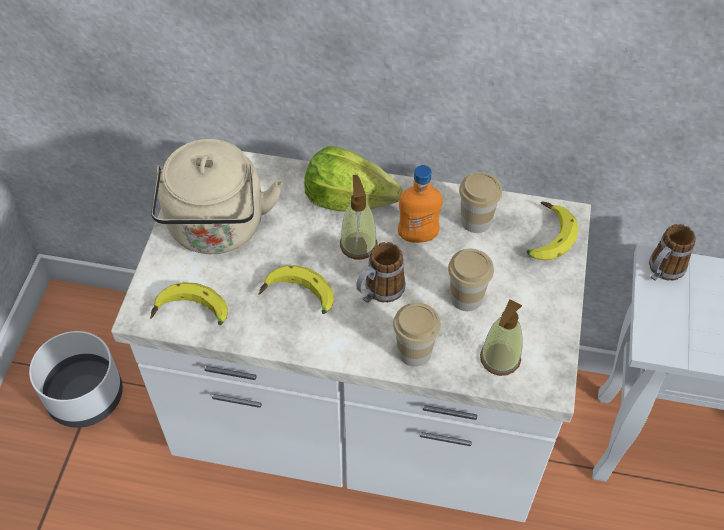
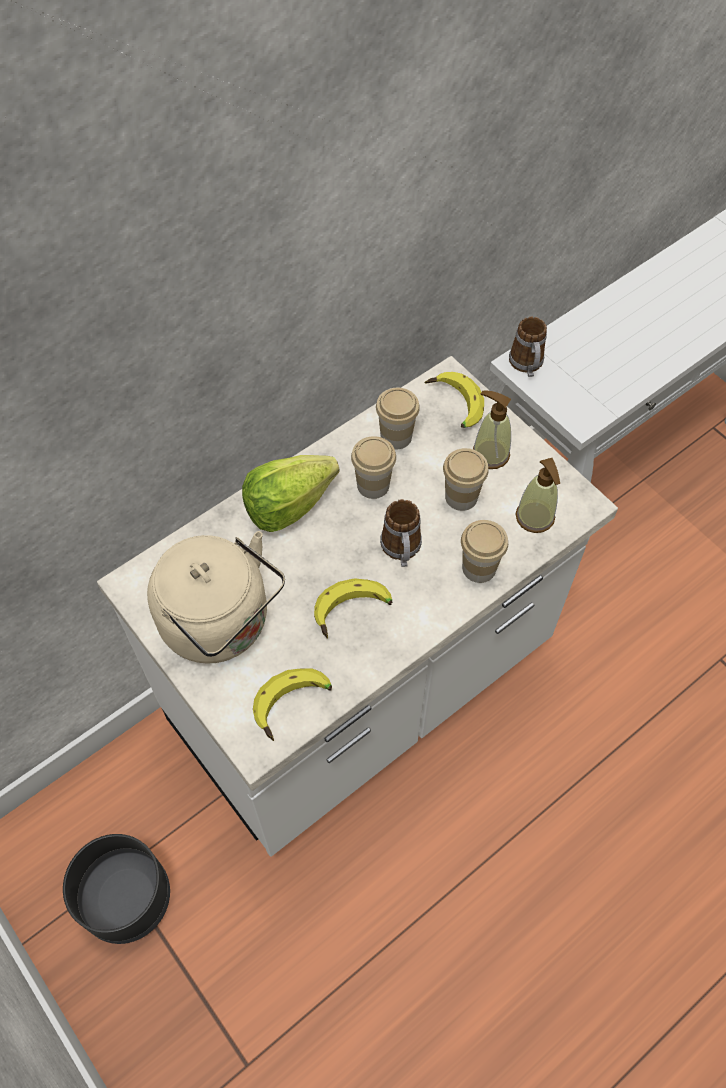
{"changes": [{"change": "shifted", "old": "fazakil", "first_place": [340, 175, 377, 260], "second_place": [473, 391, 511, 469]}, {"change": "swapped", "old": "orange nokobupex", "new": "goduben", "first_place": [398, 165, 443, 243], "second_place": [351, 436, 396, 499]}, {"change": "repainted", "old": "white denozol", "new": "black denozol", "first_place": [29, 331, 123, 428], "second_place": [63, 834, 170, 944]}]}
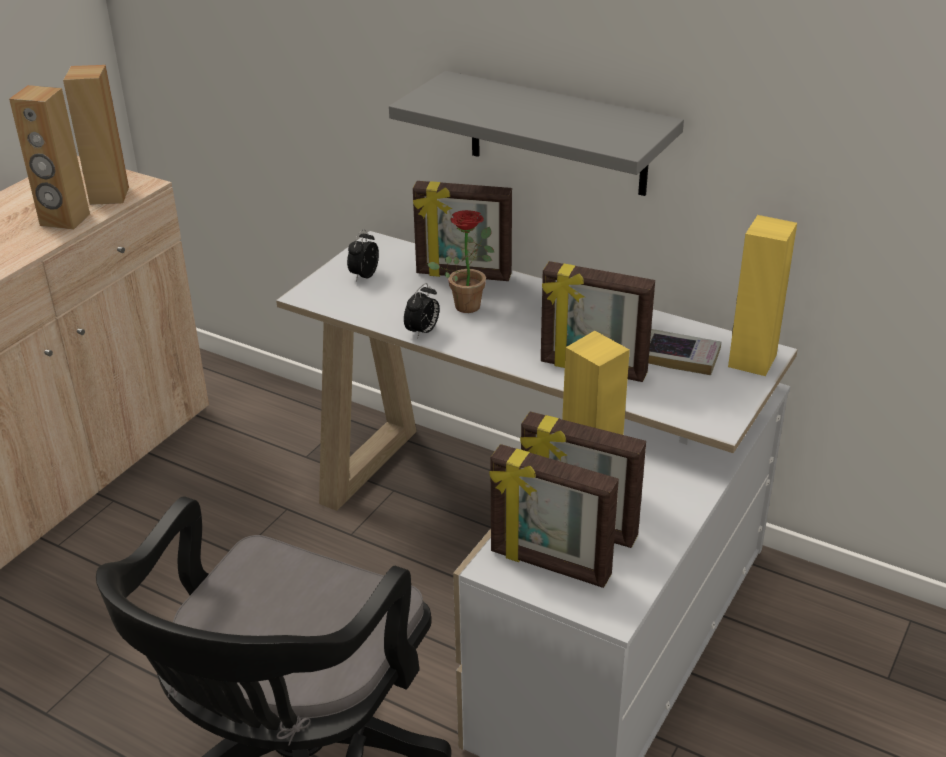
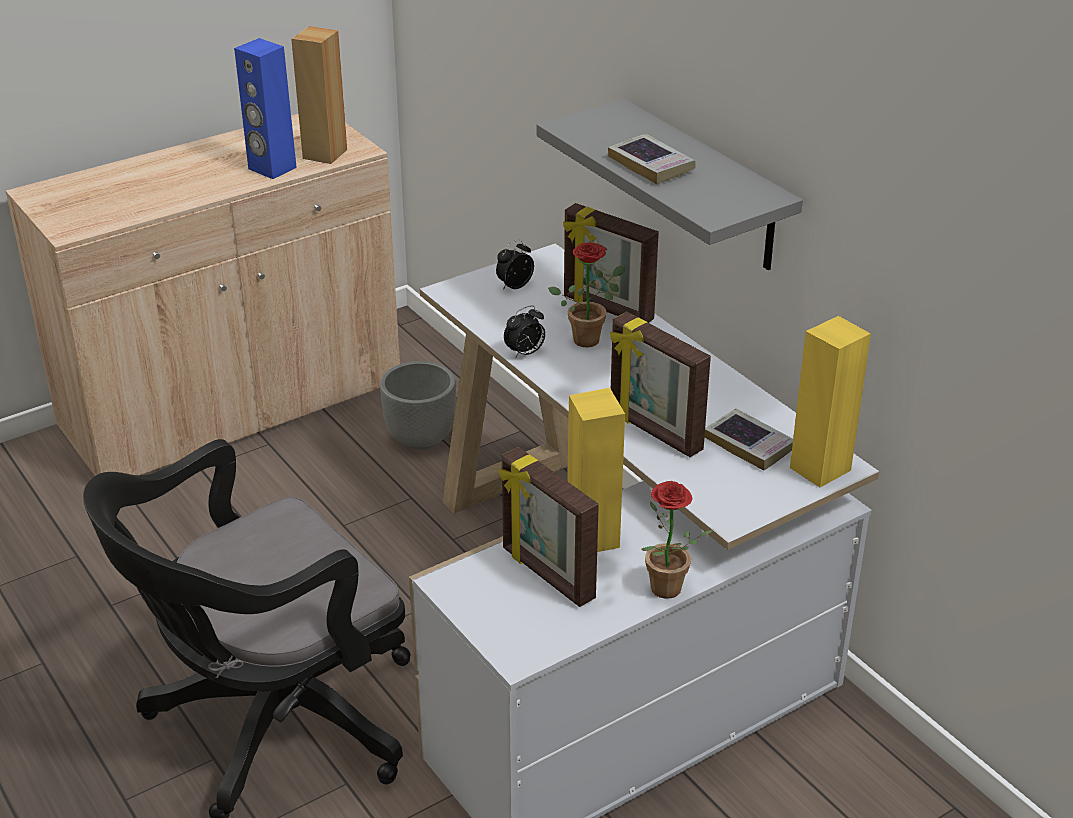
{"changes": [{"change": "gone", "old": "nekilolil", "first_place": [489, 444, 619, 588]}, {"change": "new", "new": "grey denozol", "second_place": [380, 361, 456, 450]}, {"change": "new", "new": "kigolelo", "second_place": [608, 134, 696, 184]}, {"change": "new", "new": "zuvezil", "second_place": [641, 481, 713, 599]}, {"change": "repainted", "old": "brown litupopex", "new": "blue litupopex", "first_place": [9, 85, 90, 230], "second_place": [234, 38, 297, 179]}]}
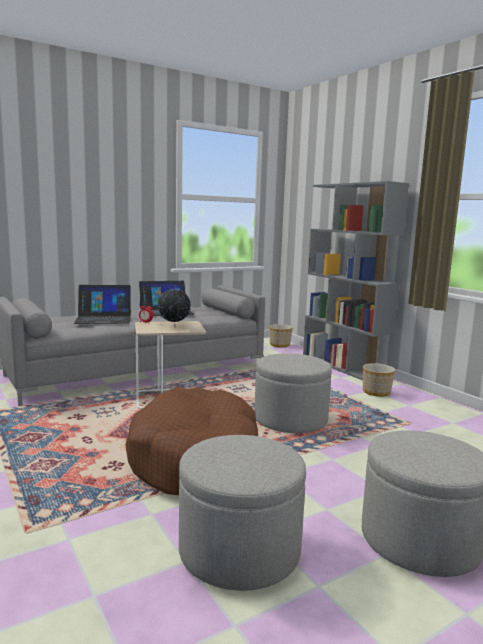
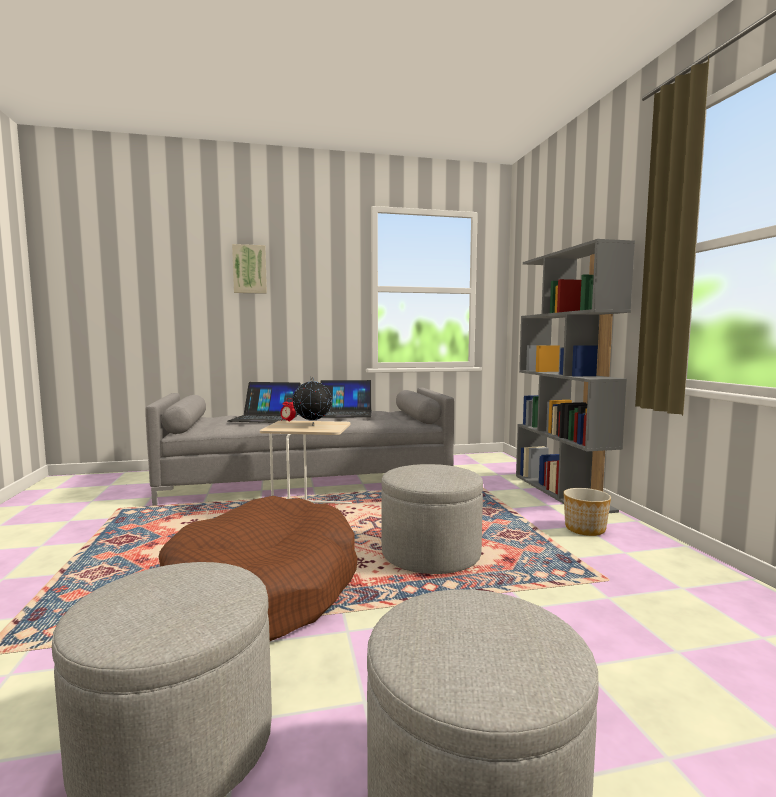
{"changes": [{"change": "gone", "old": "denozol", "first_place": [269, 324, 293, 348]}, {"change": "new", "new": "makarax", "second_place": [232, 244, 267, 294]}]}
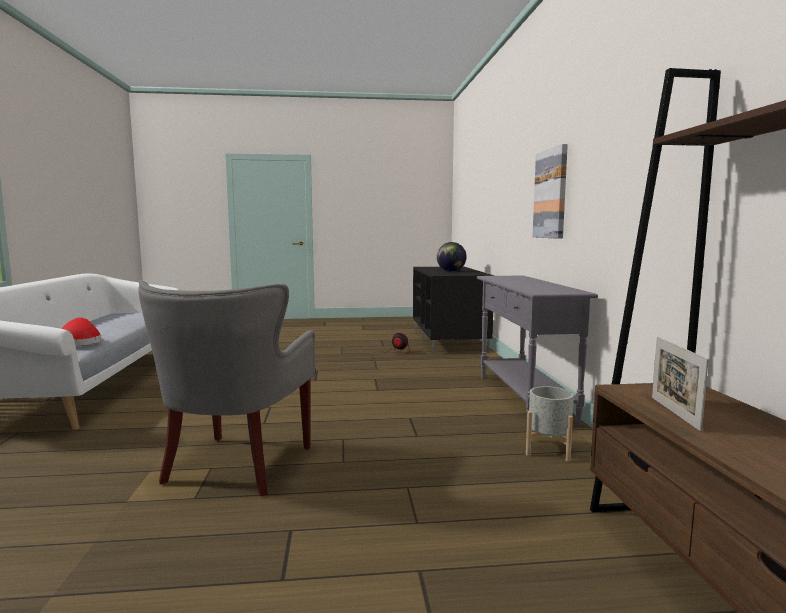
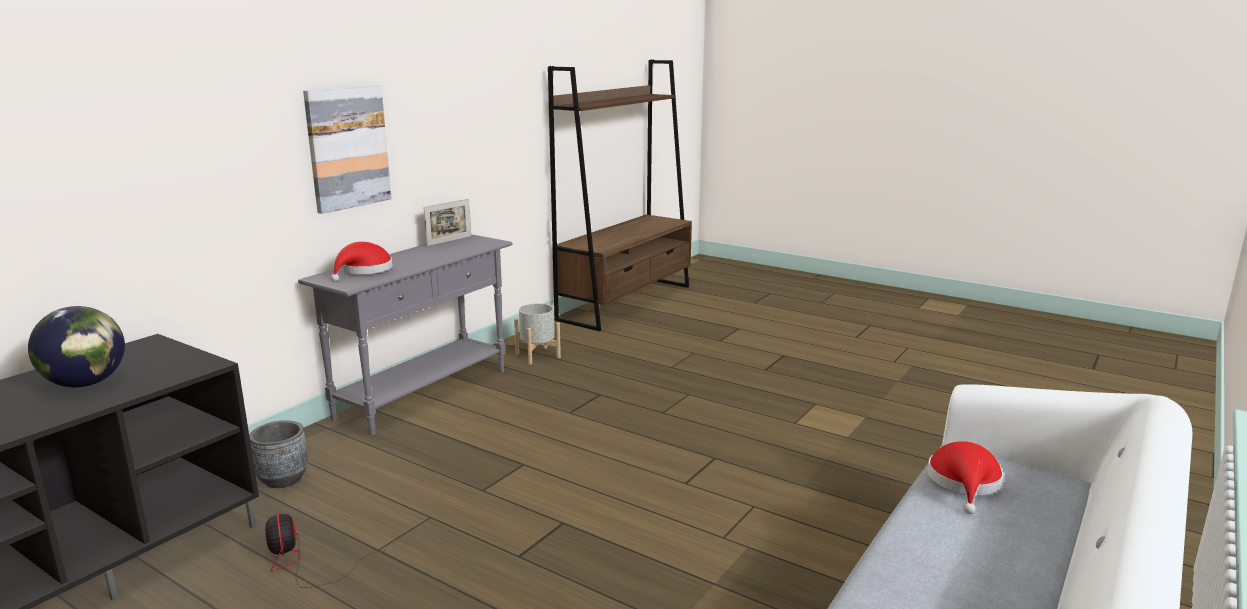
{"changes": [{"change": "gone", "old": "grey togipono", "first_place": [138, 280, 315, 496]}, {"change": "new", "new": "grey denozol", "second_place": [249, 420, 308, 488]}, {"change": "new", "new": "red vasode", "second_place": [331, 242, 393, 282]}, {"change": "shifted", "old": "nekilolil", "first_place": [652, 337, 709, 431], "second_place": [424, 199, 471, 246]}]}
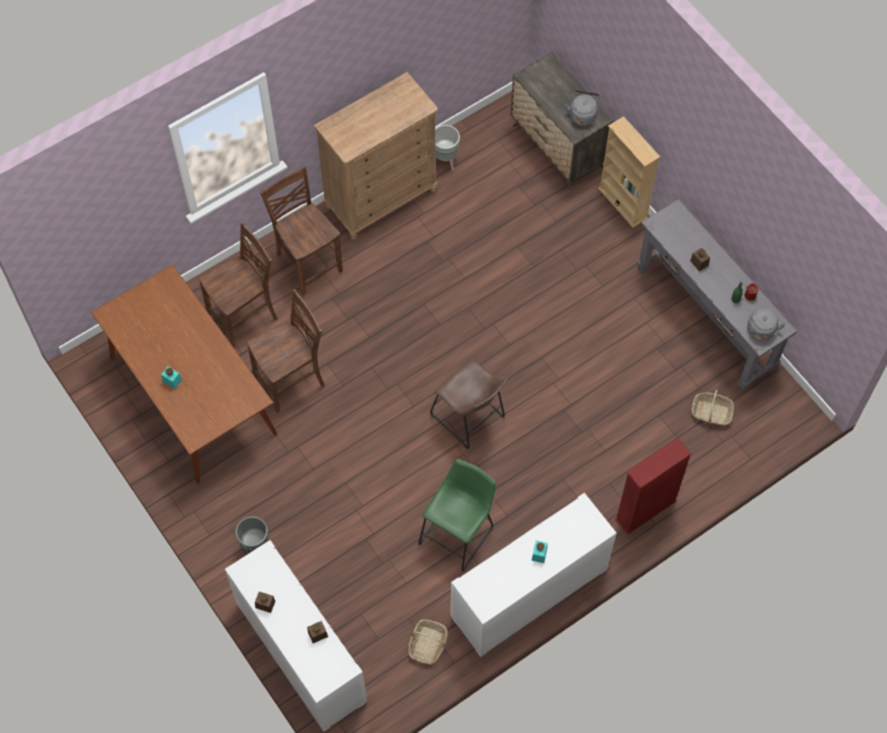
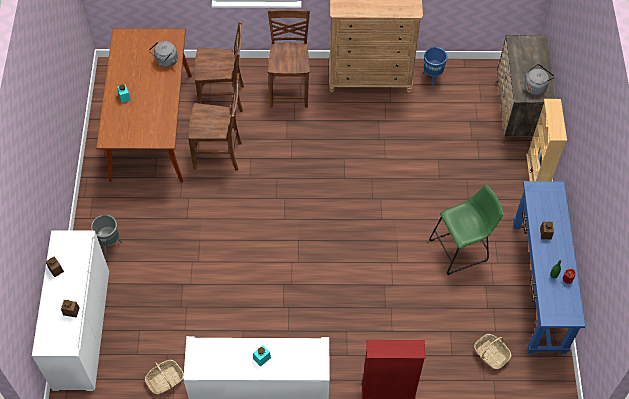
{"changes": [{"change": "gone", "old": "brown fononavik", "first_place": [430, 359, 507, 449]}, {"change": "shifted", "old": "green fononavik", "first_place": [418, 459, 496, 571], "second_place": [429, 185, 504, 275]}, {"change": "shifted", "old": "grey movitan", "first_place": [747, 308, 785, 341], "second_place": [149, 41, 178, 67]}, {"change": "repainted", "old": "grey denozol", "new": "blue denozol", "first_place": [435, 125, 460, 170], "second_place": [422, 47, 447, 87]}, {"change": "repainted", "old": "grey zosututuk", "new": "blue zosututuk", "first_place": [637, 199, 797, 390], "second_place": [513, 181, 586, 354]}]}
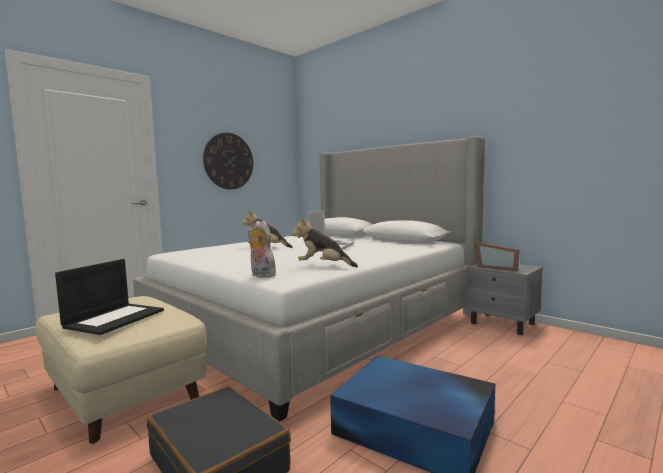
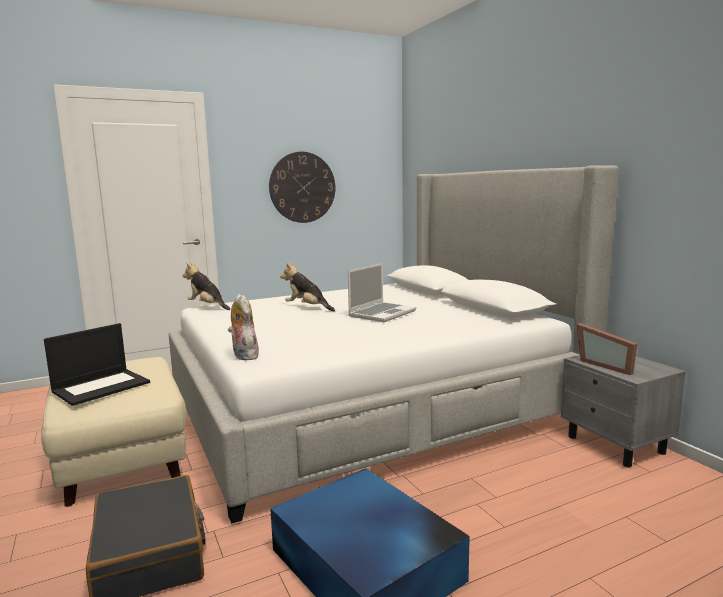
{"changes": [{"change": "shifted", "old": "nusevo", "first_place": [292, 218, 358, 267], "second_place": [182, 262, 230, 310]}]}
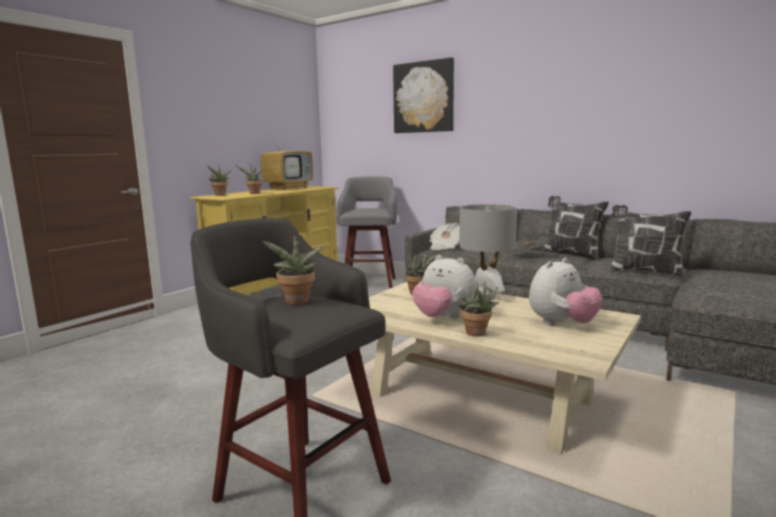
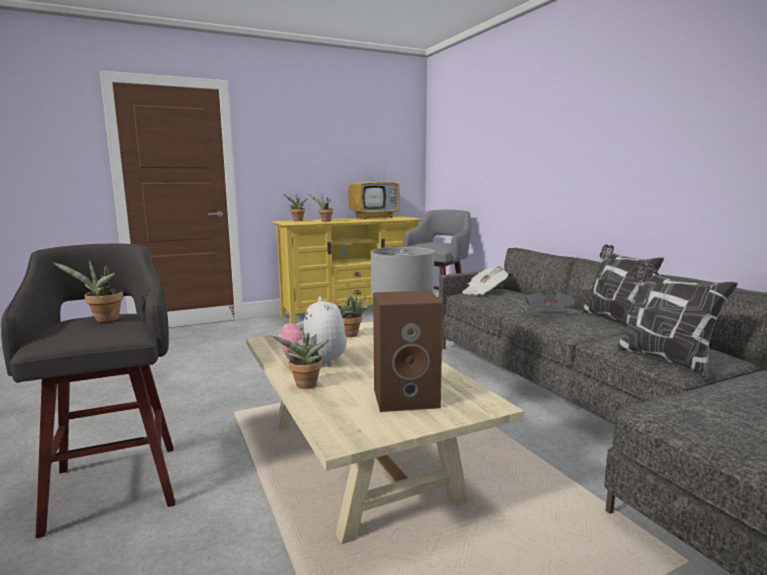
{"changes": [{"change": "gone", "old": "makarax", "first_place": [393, 57, 454, 133]}, {"change": "swapped", "old": "nusevo", "new": "brown litupopex", "first_place": [529, 258, 603, 325], "second_place": [373, 291, 443, 412]}]}
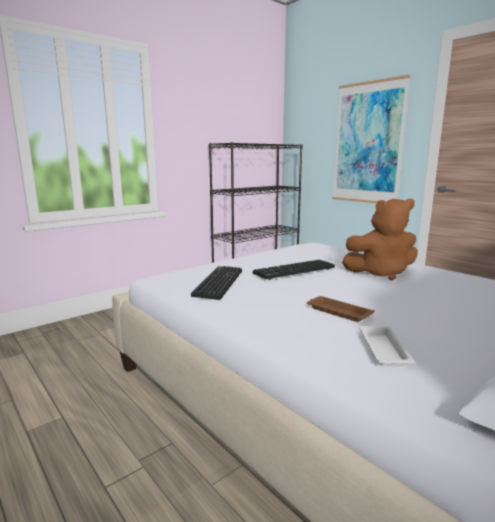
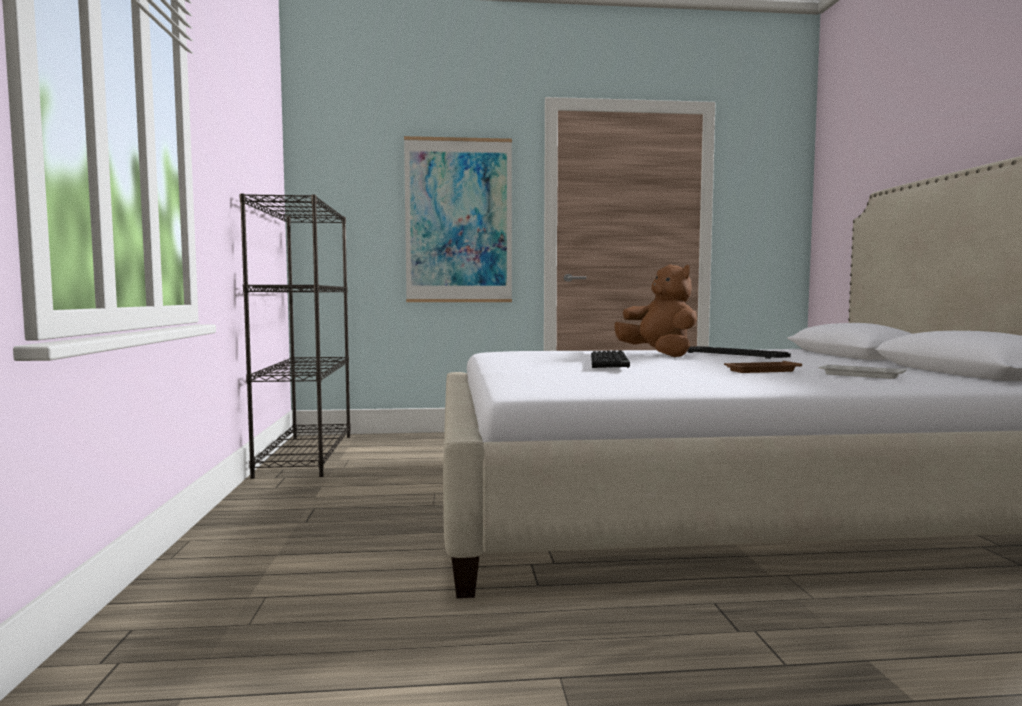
{"changes": [{"change": "shifted", "old": "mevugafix", "first_place": [191, 266, 242, 300], "second_place": [688, 346, 791, 359]}, {"change": "rotated", "old": "brown nusevo", "first_place": [342, 198, 418, 280], "second_place": [614, 264, 697, 357], "degrees": -60}]}
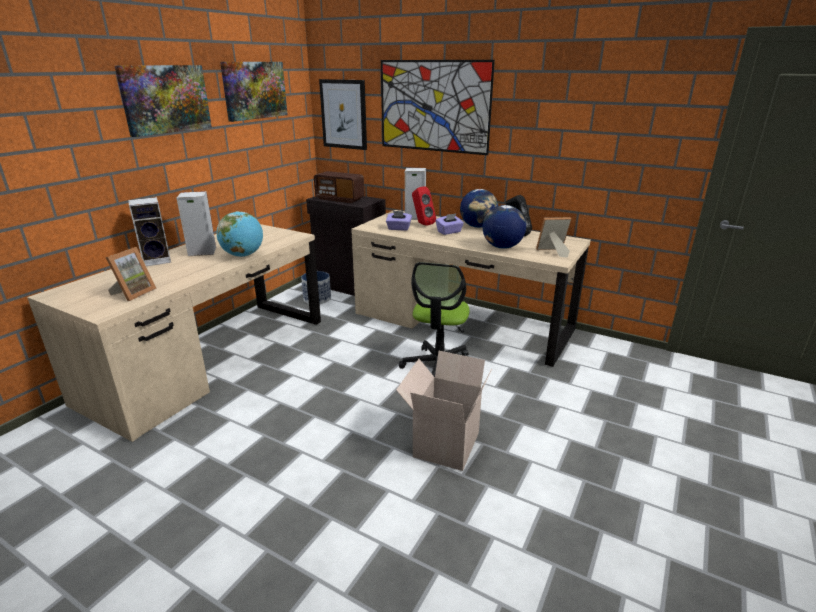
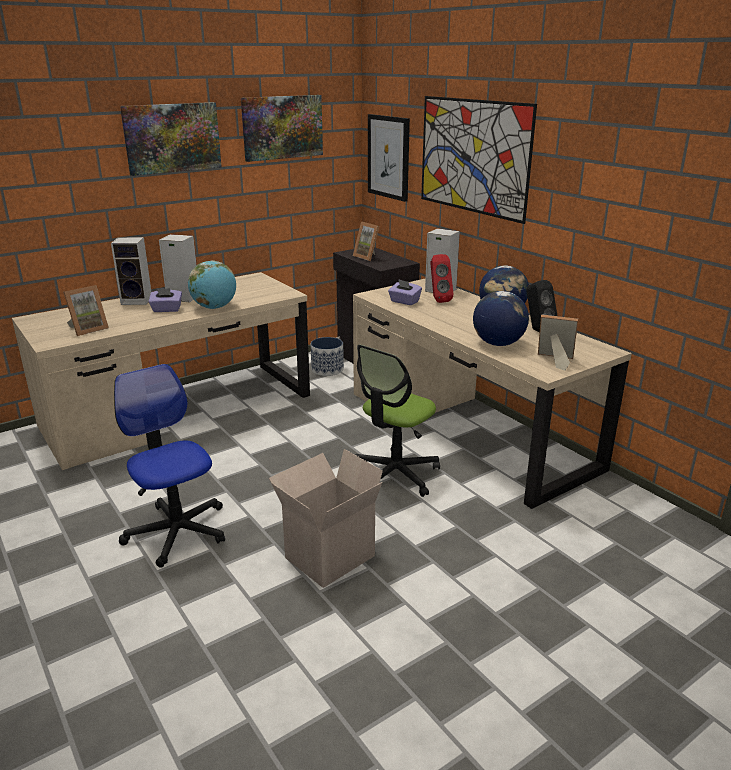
{"changes": [{"change": "new", "new": "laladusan", "second_place": [114, 364, 225, 568]}, {"change": "shifted", "old": "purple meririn", "first_place": [436, 214, 464, 235], "second_place": [149, 288, 182, 312]}, {"change": "swapped", "old": "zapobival", "new": "nekilolil", "first_place": [314, 171, 364, 203], "second_place": [353, 221, 380, 261]}]}
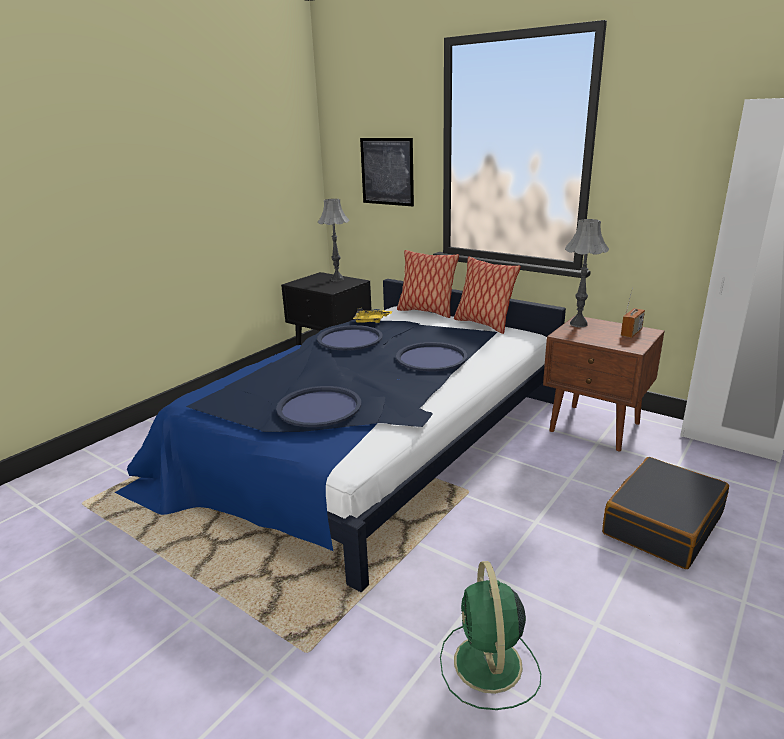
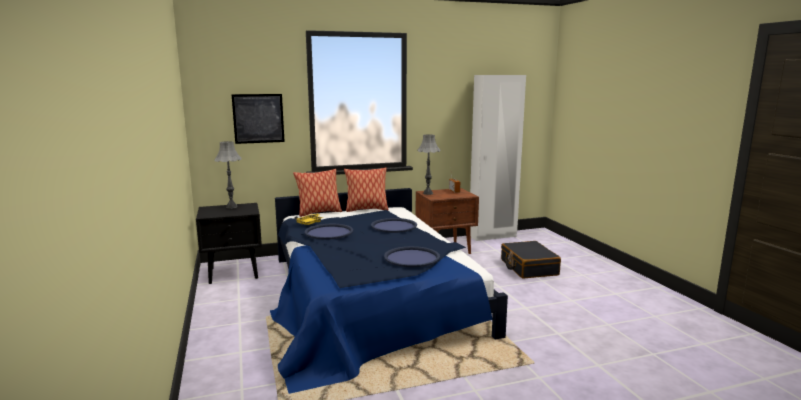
{"changes": [{"change": "gone", "old": "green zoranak", "first_place": [440, 561, 541, 710]}]}
